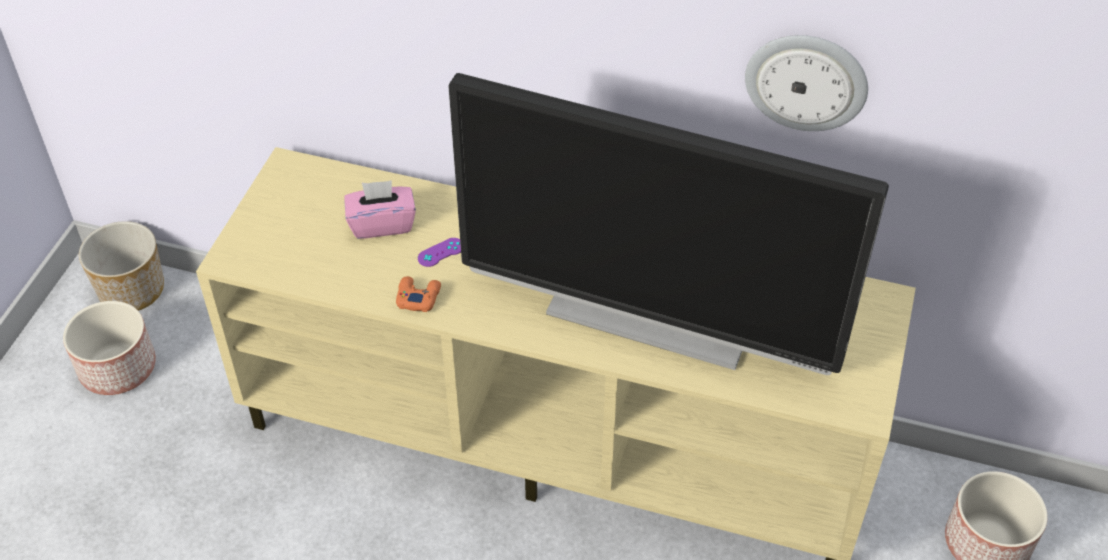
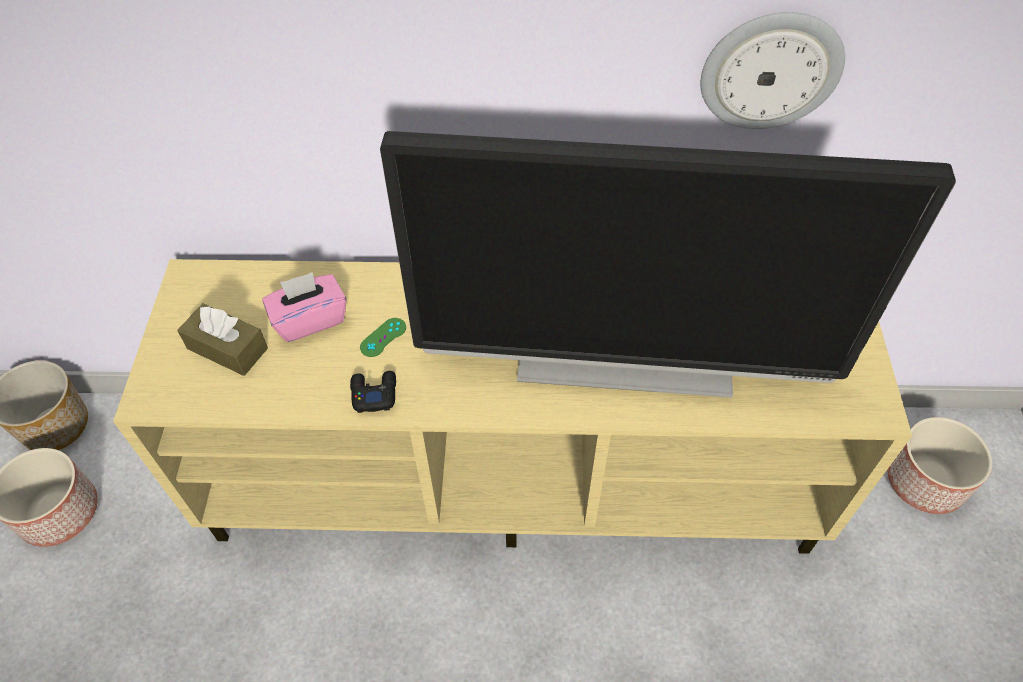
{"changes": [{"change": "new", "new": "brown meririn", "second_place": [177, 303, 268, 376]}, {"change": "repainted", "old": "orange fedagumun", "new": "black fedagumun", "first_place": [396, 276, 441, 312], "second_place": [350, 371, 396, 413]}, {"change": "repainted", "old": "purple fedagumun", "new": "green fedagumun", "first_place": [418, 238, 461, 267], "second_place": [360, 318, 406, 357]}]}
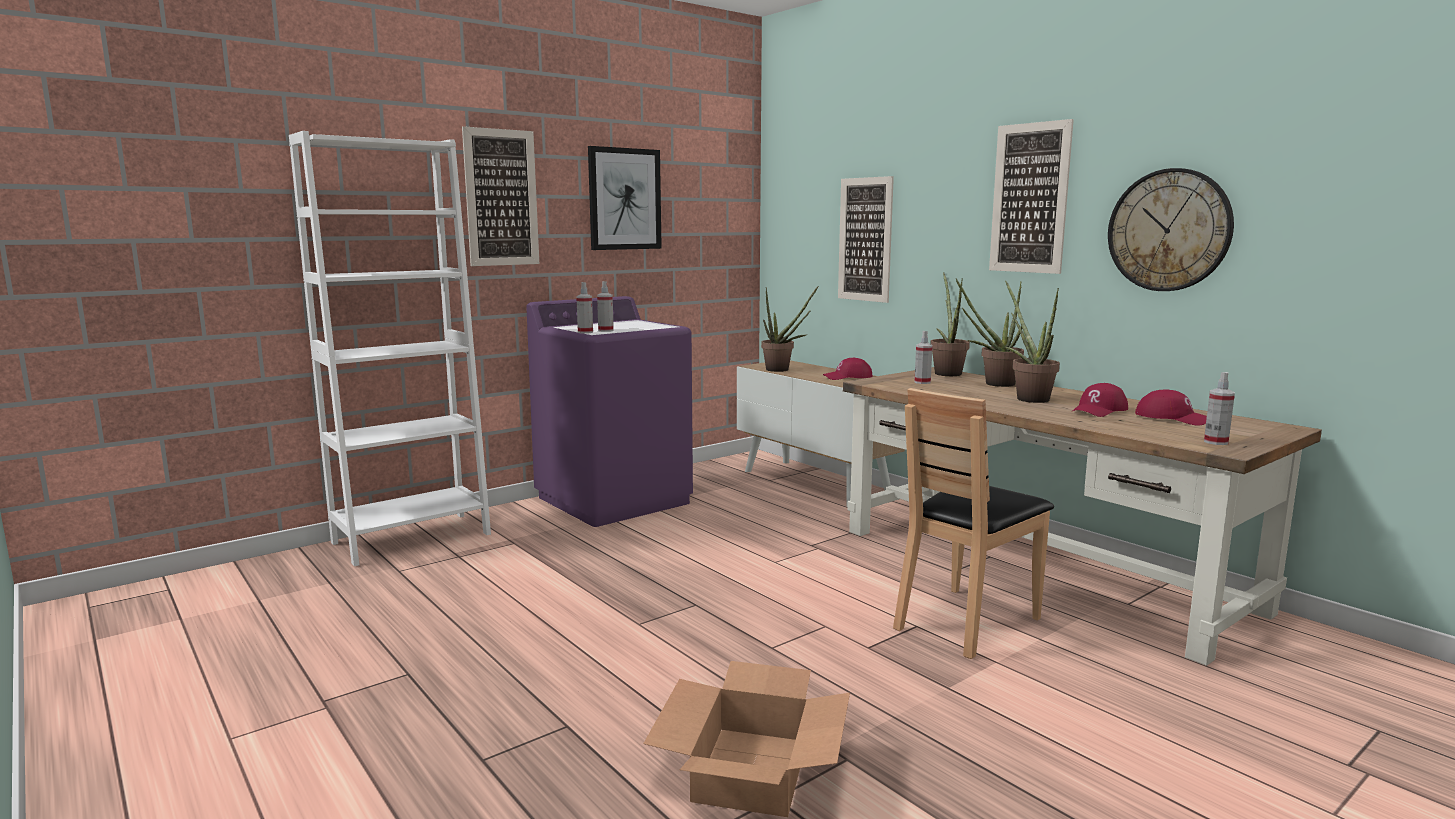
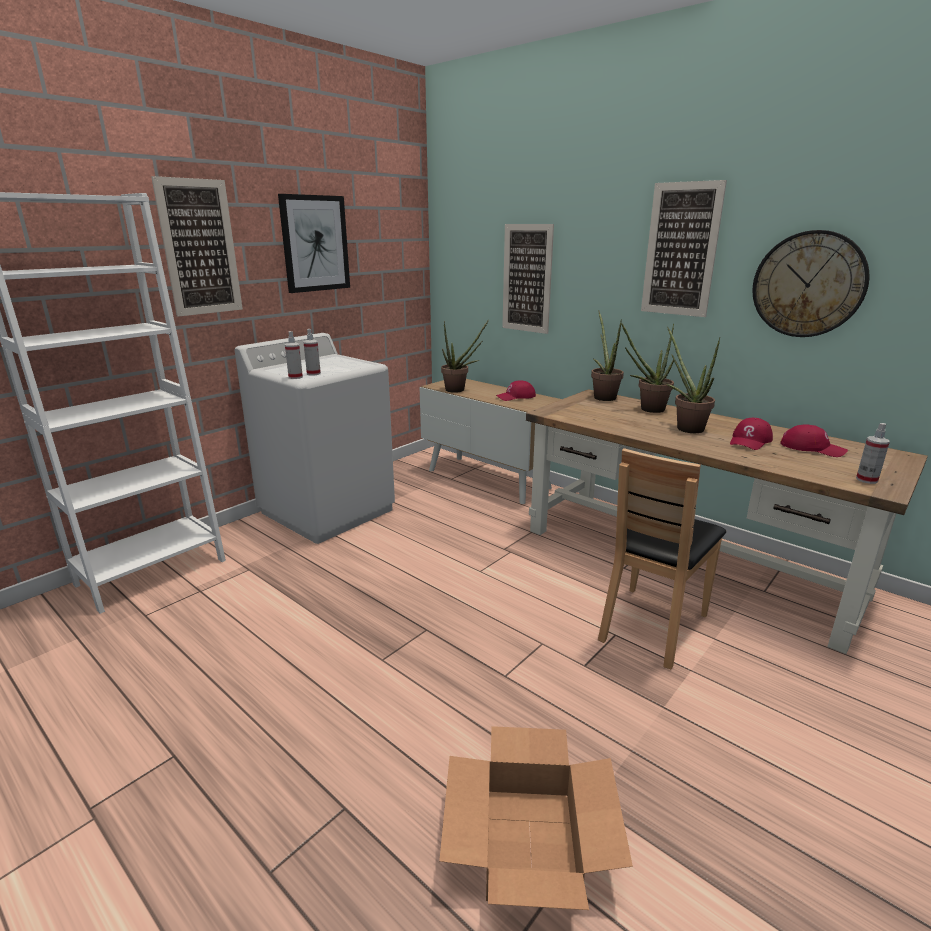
{"changes": [{"change": "gone", "old": "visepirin", "first_place": [914, 331, 933, 384]}, {"change": "repainted", "old": "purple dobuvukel", "new": "white dobuvukel", "first_place": [526, 296, 693, 527], "second_place": [235, 333, 395, 544]}]}
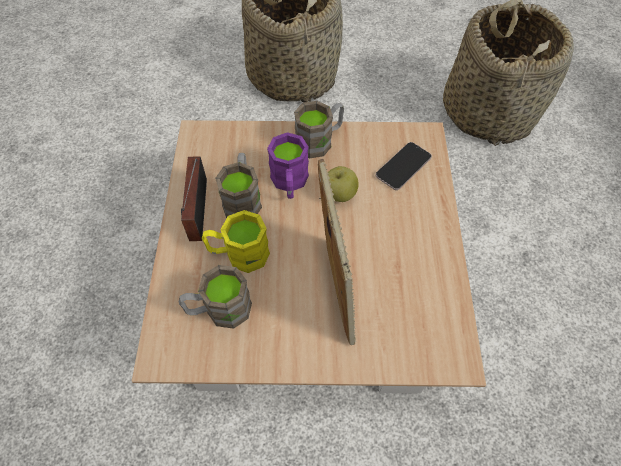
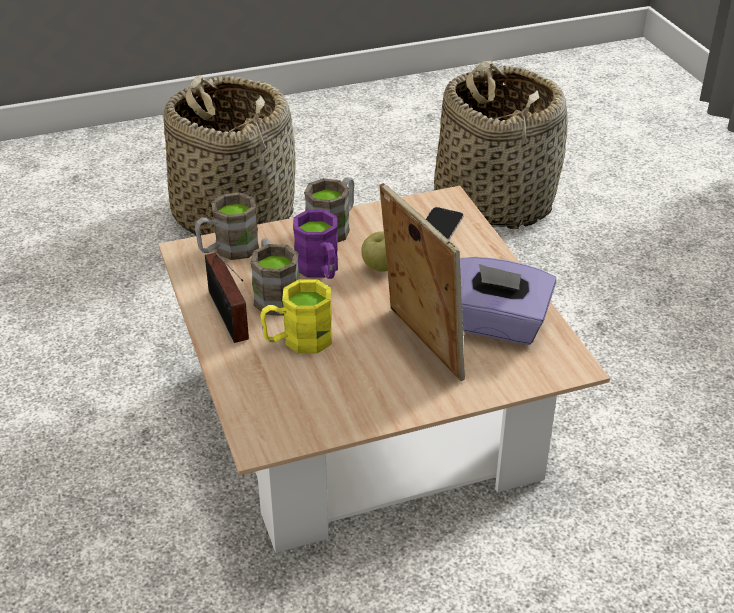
{"changes": [{"change": "new", "new": "purple meririn", "second_place": [460, 257, 556, 345]}, {"change": "shifted", "old": "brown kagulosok", "first_place": [179, 265, 252, 329], "second_place": [195, 192, 259, 260]}]}
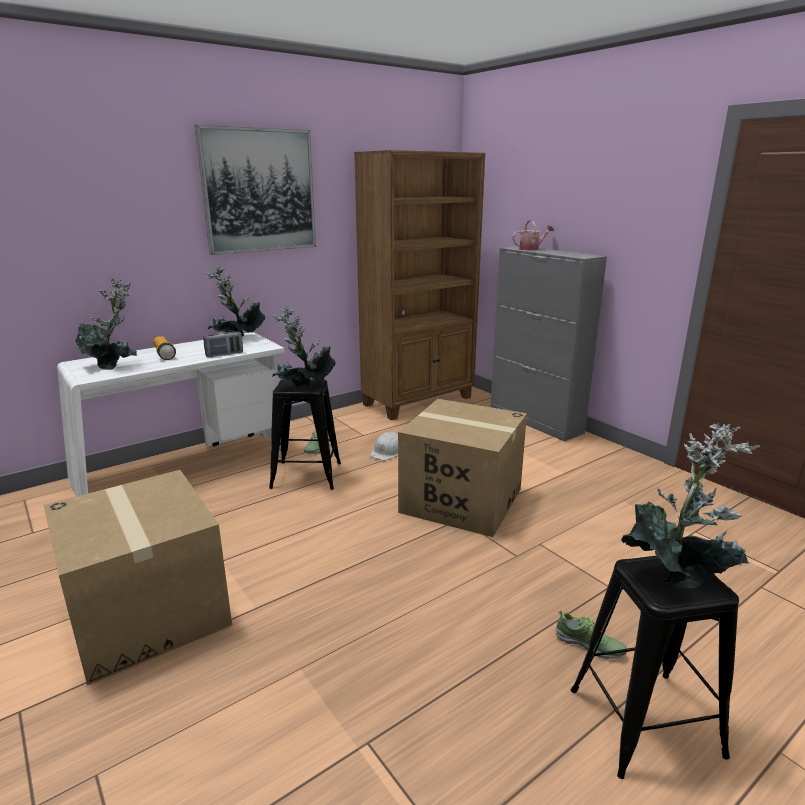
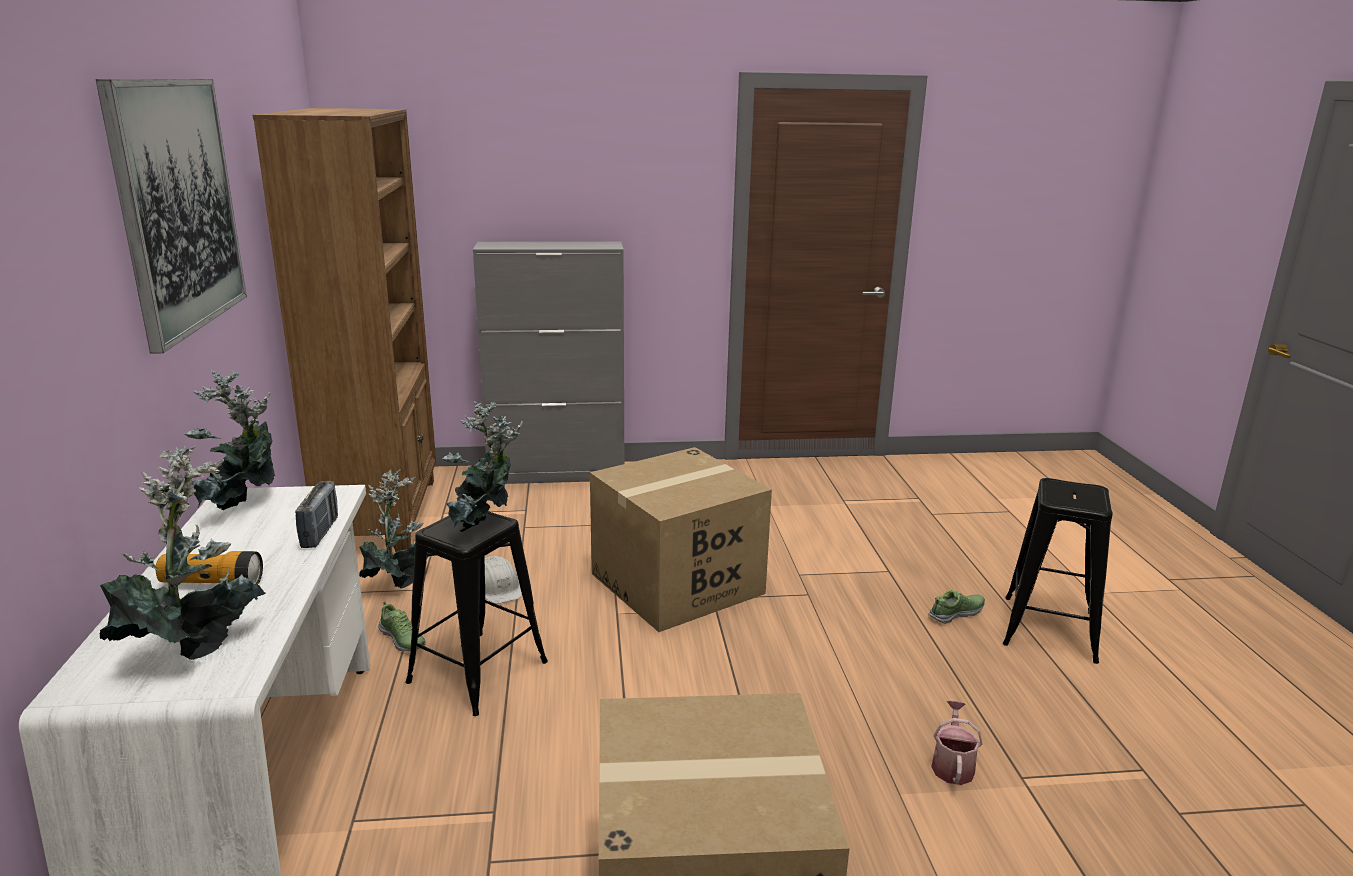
{"changes": [{"change": "shifted", "old": "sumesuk", "first_place": [513, 220, 554, 250], "second_place": [931, 701, 982, 785]}, {"change": "shifted", "old": "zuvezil", "first_place": [621, 423, 760, 588], "second_place": [359, 469, 429, 589]}]}
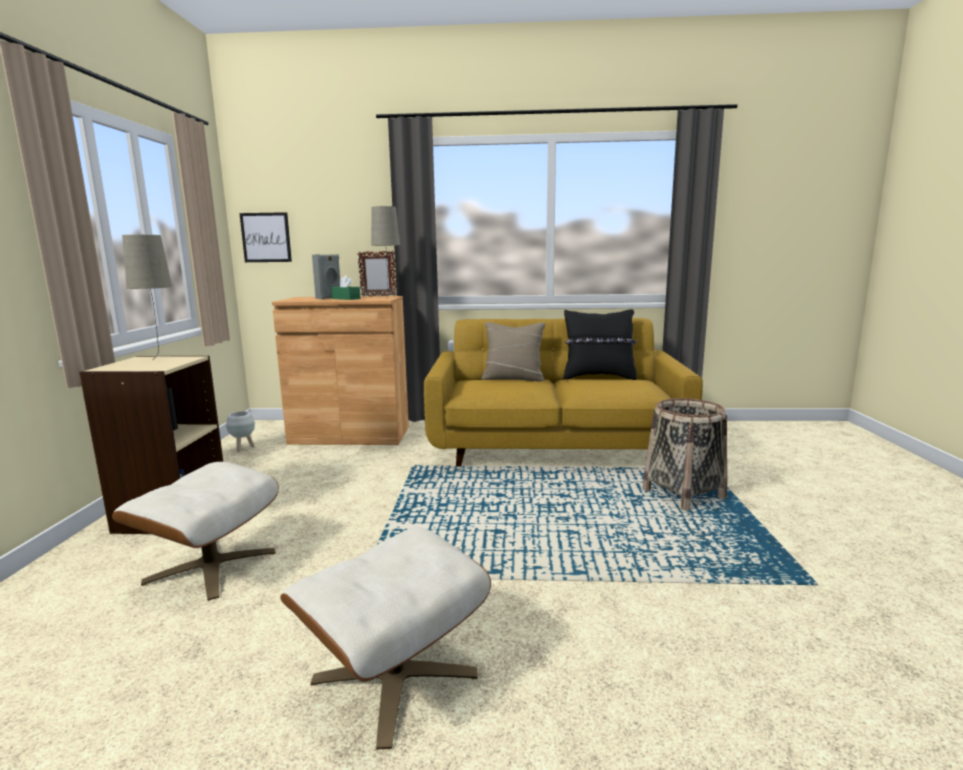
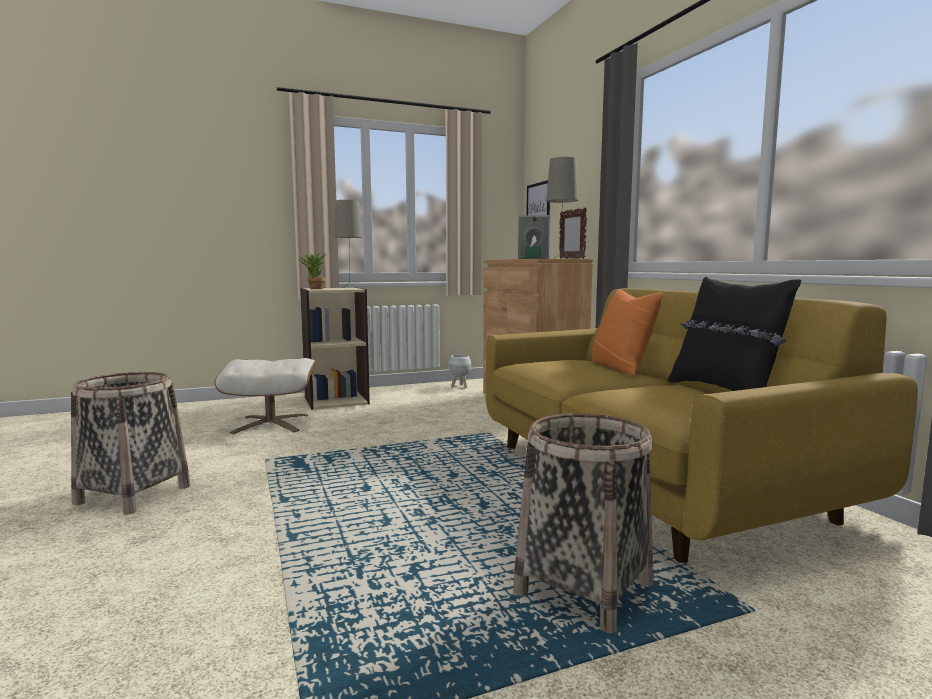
{"changes": [{"change": "new", "new": "zuvezil", "second_place": [298, 252, 327, 289]}, {"change": "swapped", "old": "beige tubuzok", "new": "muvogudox", "first_place": [280, 527, 491, 750], "second_place": [71, 372, 190, 515]}, {"change": "repainted", "old": "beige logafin", "new": "orange logafin", "first_place": [481, 322, 545, 382], "second_place": [592, 289, 663, 376]}]}
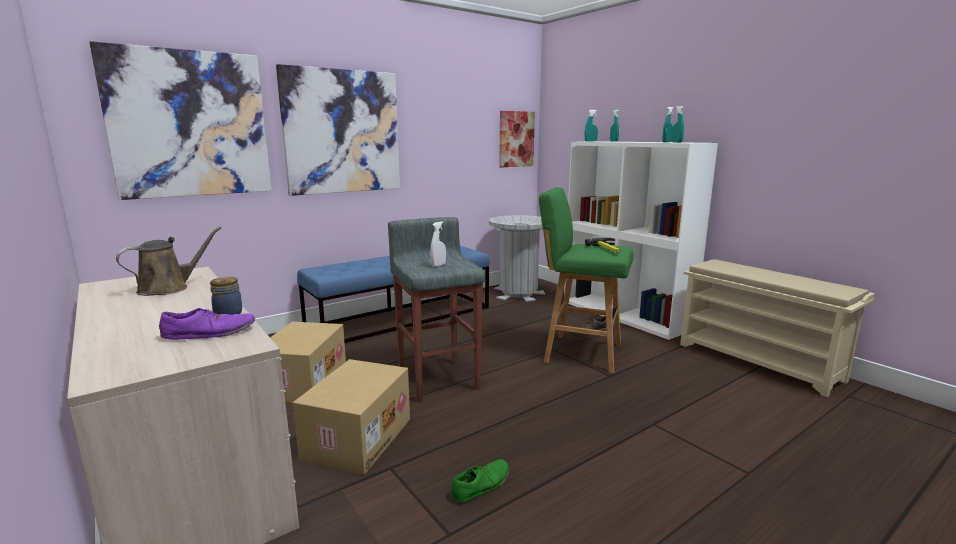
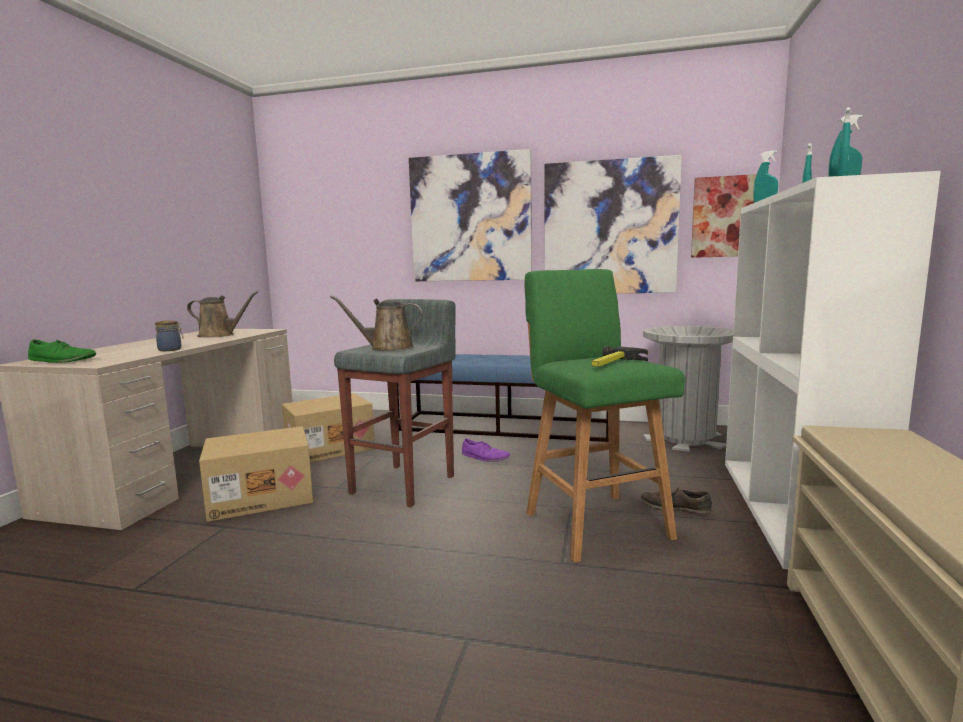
{"changes": [{"change": "shifted", "old": "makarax", "first_place": [89, 41, 272, 200], "second_place": [544, 155, 682, 293]}, {"change": "shifted", "old": "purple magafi", "first_place": [159, 308, 255, 340], "second_place": [462, 438, 510, 462]}, {"change": "shifted", "old": "green magafi", "first_place": [451, 459, 509, 502], "second_place": [28, 339, 96, 363]}, {"change": "swapped", "old": "white visepirin", "new": "brown sumesuk", "first_place": [430, 221, 446, 267], "second_place": [330, 295, 423, 351]}]}
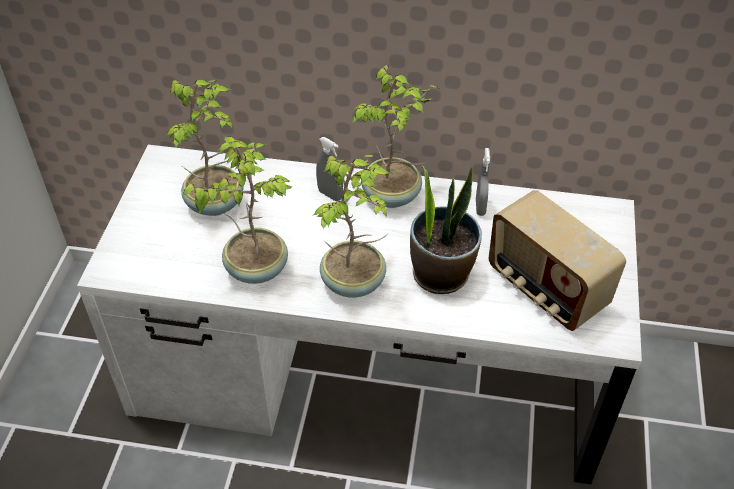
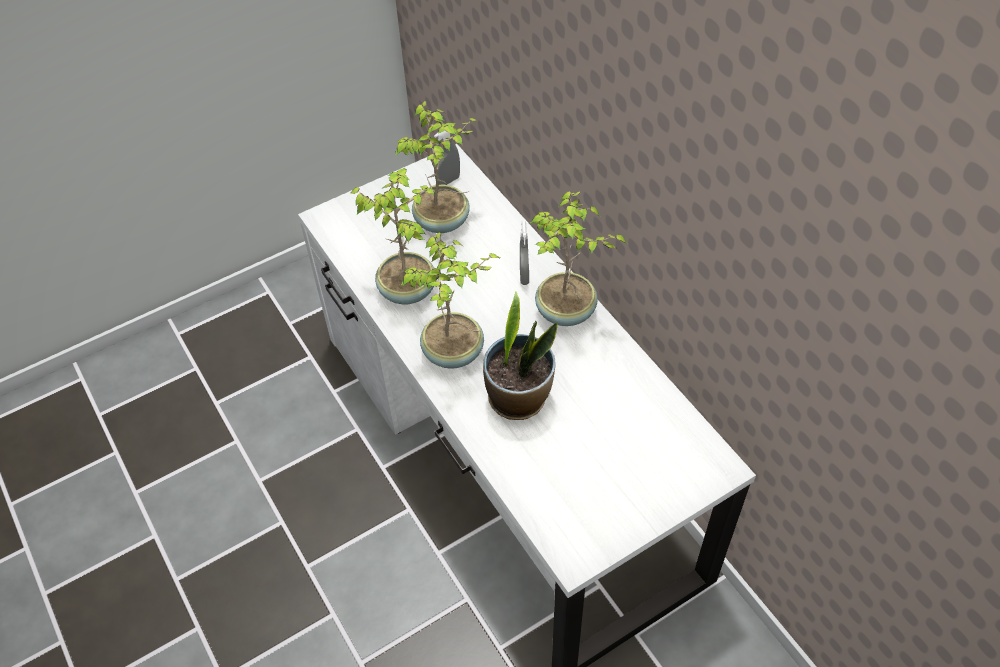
{"changes": [{"change": "gone", "old": "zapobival", "first_place": [488, 190, 626, 331]}, {"change": "shifted", "old": "grey visepirin", "first_place": [476, 148, 490, 216], "second_place": [434, 131, 460, 185]}]}
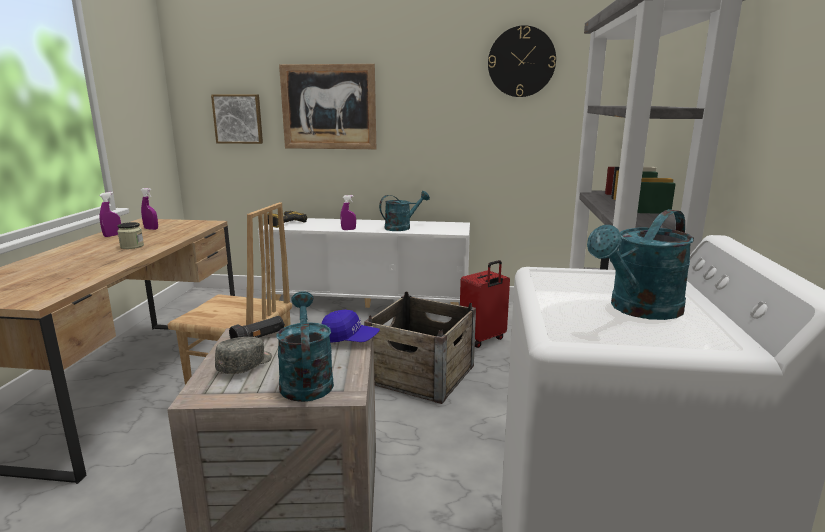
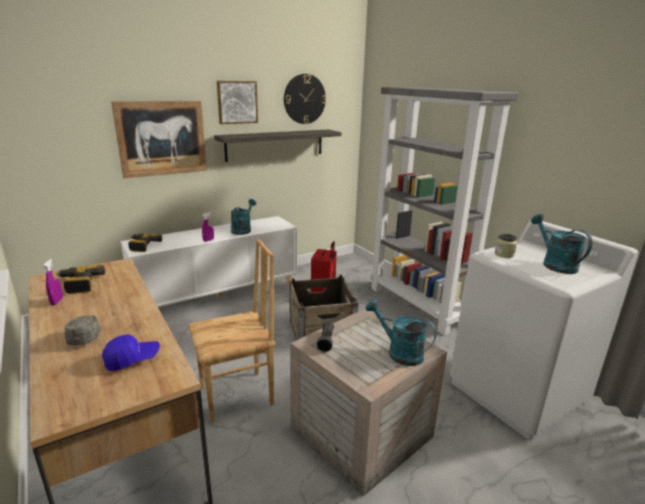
{"changes": [{"change": "new", "new": "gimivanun", "second_place": [214, 130, 342, 162]}, {"change": "shifted", "old": "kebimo", "first_place": [117, 222, 144, 249], "second_place": [495, 234, 517, 258]}, {"change": "shifted", "old": "makarax", "first_place": [211, 95, 263, 144], "second_place": [217, 81, 258, 124]}, {"change": "shifted", "old": "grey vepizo", "first_place": [215, 337, 272, 374], "second_place": [65, 315, 102, 346]}, {"change": "shifted", "old": "blue vepizo", "first_place": [321, 310, 380, 343], "second_place": [102, 334, 160, 371]}, {"change": "swapped", "old": "purple visepirin", "new": "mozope", "first_place": [141, 188, 158, 230], "second_place": [56, 265, 105, 294]}, {"change": "rotated", "old": "turquoise sumesuk", "first_place": [587, 209, 694, 320], "second_place": [531, 214, 593, 274], "degrees": 150}]}
